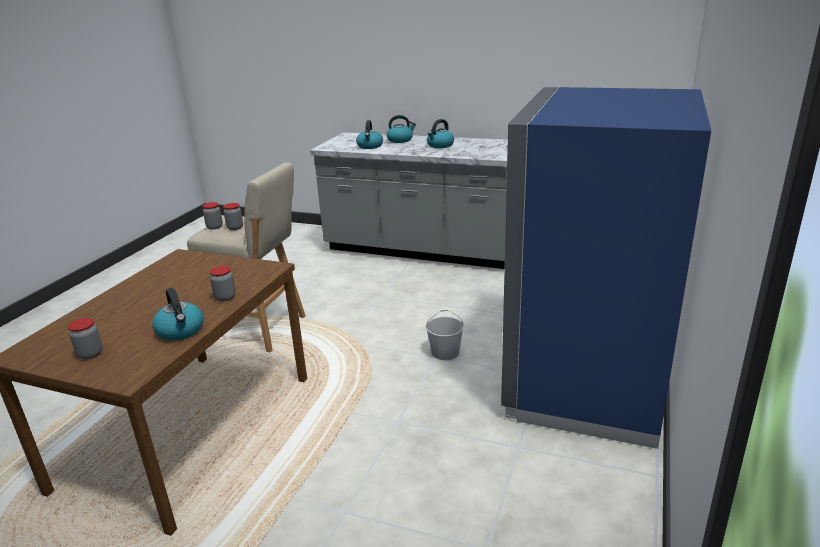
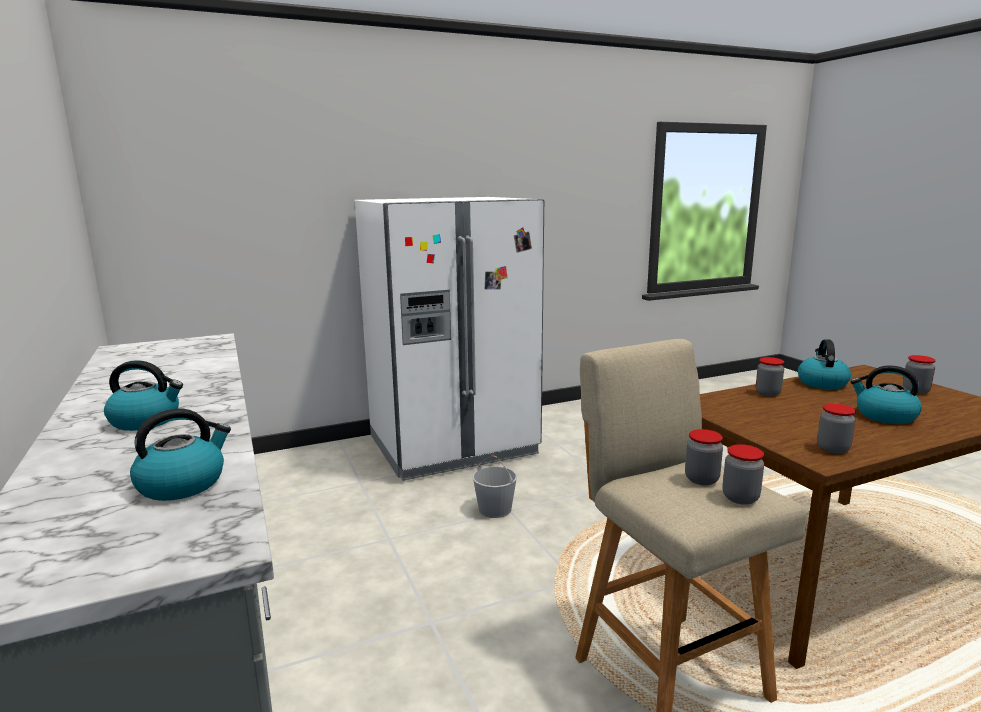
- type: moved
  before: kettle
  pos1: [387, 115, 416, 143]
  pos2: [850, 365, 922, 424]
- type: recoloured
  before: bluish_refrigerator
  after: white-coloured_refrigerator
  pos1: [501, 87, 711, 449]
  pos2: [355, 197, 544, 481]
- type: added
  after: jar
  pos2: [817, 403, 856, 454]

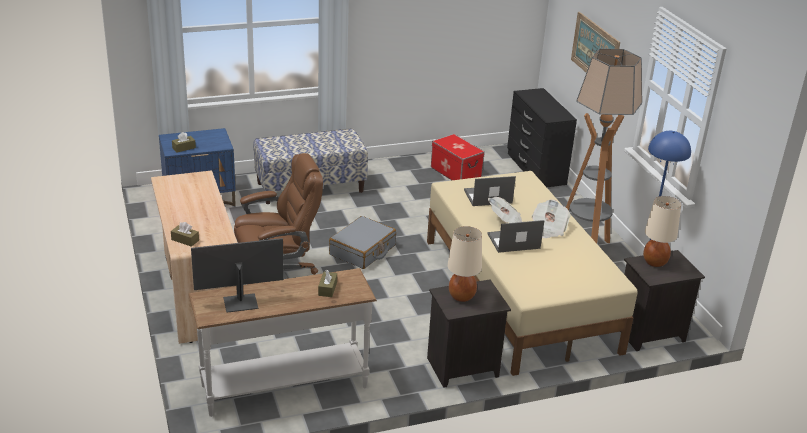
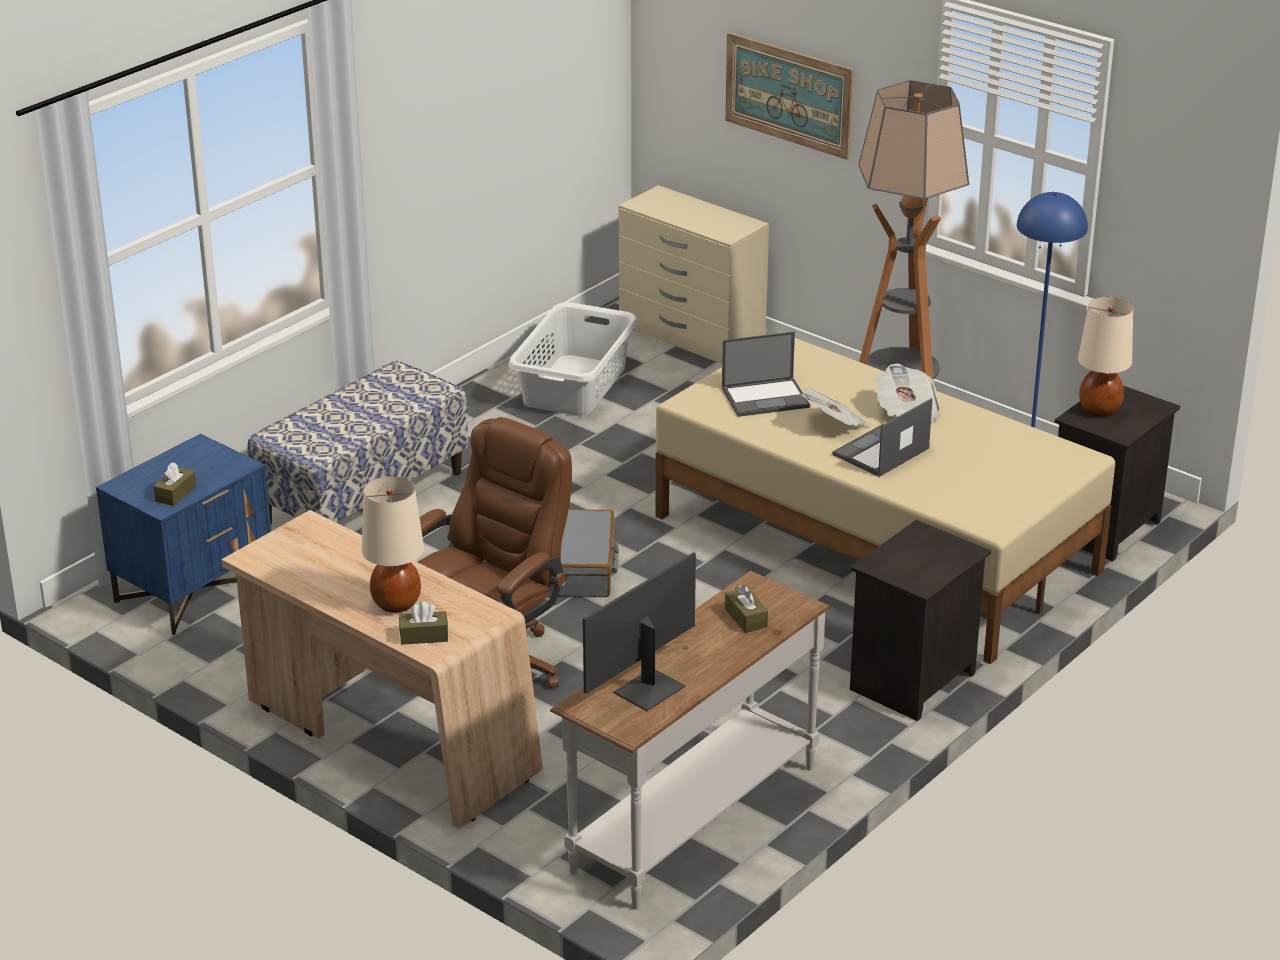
- type: replaced
  before: storage_container
  after: white-coloured_laundry_basket
  pos1: [431, 134, 485, 180]
  pos2: [508, 302, 638, 416]
- type: moved
  before: beige-coloured_tabletop_lamp
  pos1: [447, 226, 482, 302]
  pos2: [362, 476, 424, 613]
- type: turned
  before: notebook_computer
  pos1: [464, 176, 516, 206]
  pos2: [722, 331, 810, 417]
  turn: -150
- type: recoloured
  before: black_chest_of_drawers
  after: beige-coloured_chest_of_drawers
  pos1: [507, 88, 577, 187]
  pos2: [619, 185, 769, 364]

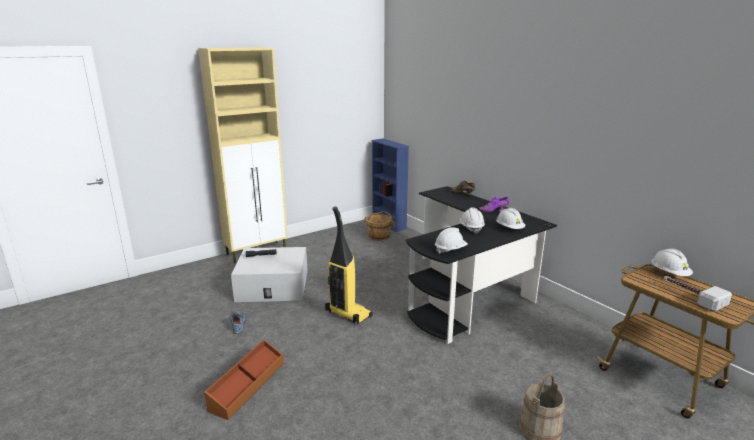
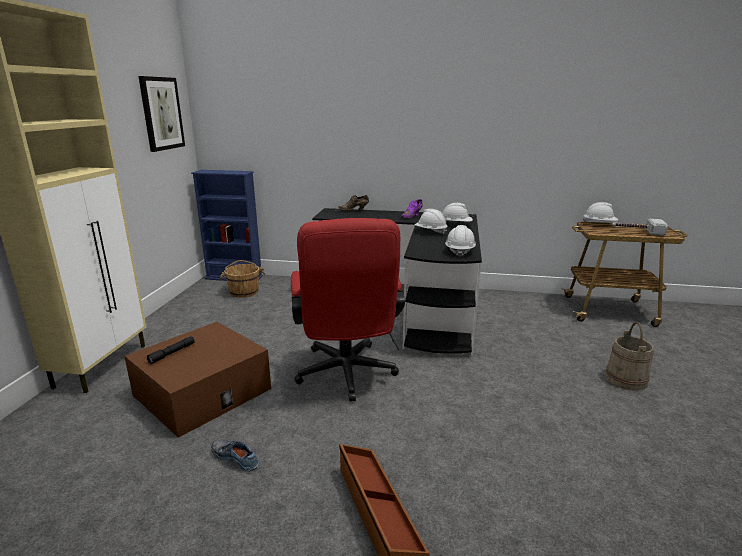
- type: recoloured
  before: white-coloured_storage_container
  after: brown_storage_container
  pos1: [231, 247, 308, 302]
  pos2: [124, 322, 271, 438]
- type: replaced
  before: vacuum_cleaner
  after: red_office_chair
  pos1: [325, 207, 373, 325]
  pos2: [291, 218, 405, 402]
- type: added
  after: wall_art
  pos2: [138, 76, 185, 152]

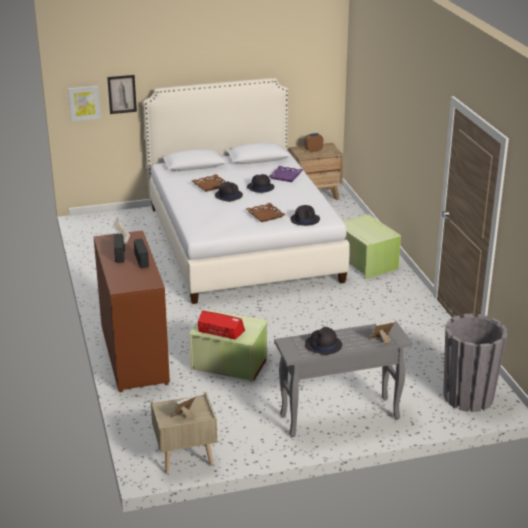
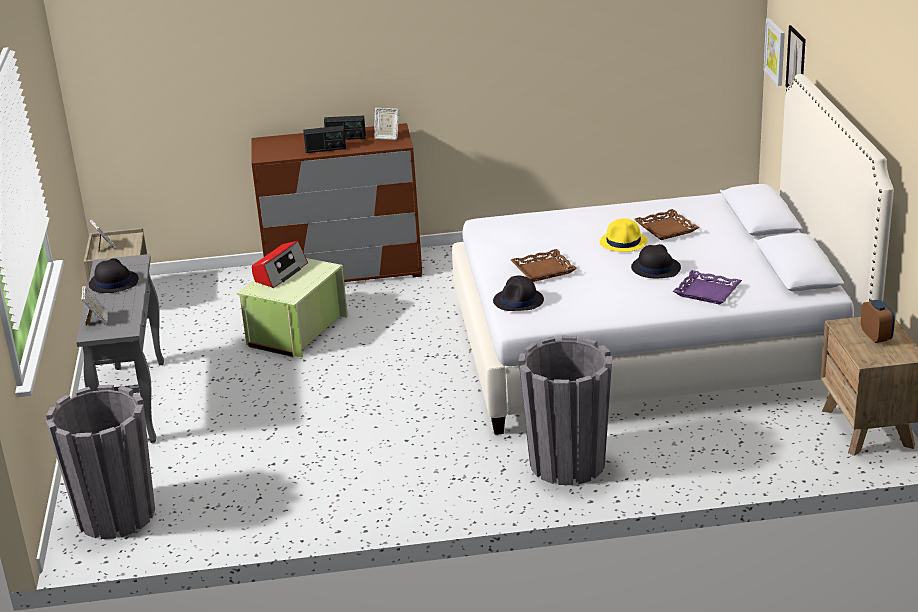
- type: recoloured
  before: black_hat
  after: yellowish_hat
  pos1: [215, 181, 243, 202]
  pos2: [600, 218, 648, 252]
- type: replaced
  before: green-coloured_storage_container
  after: gray_flower_pot
  pos1: [343, 214, 401, 279]
  pos2: [519, 335, 612, 485]

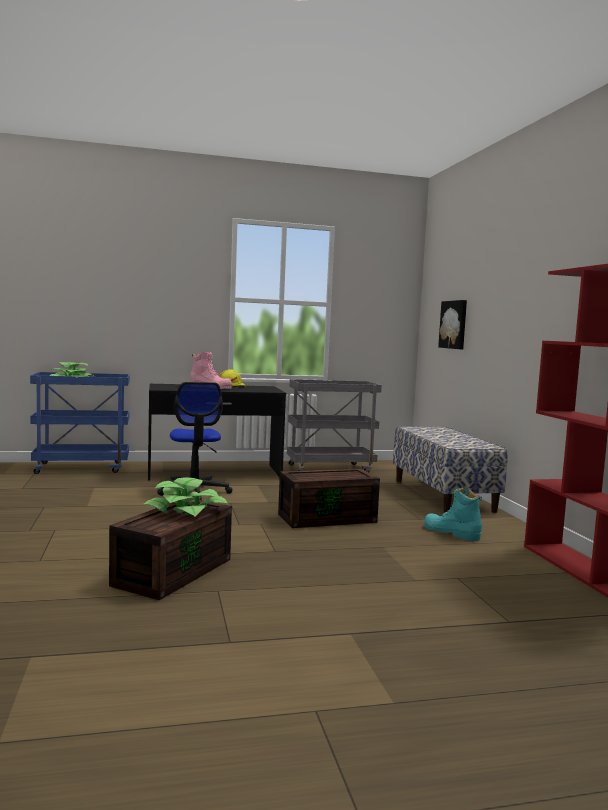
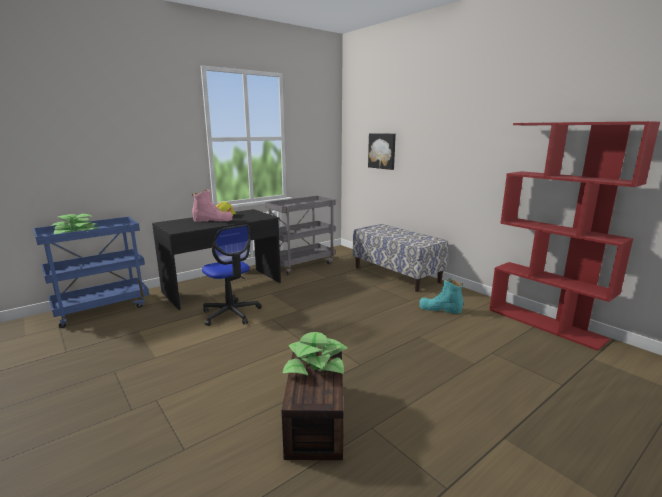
- type: removed
  before: brown_storage_container
  pos1: [278, 469, 380, 528]

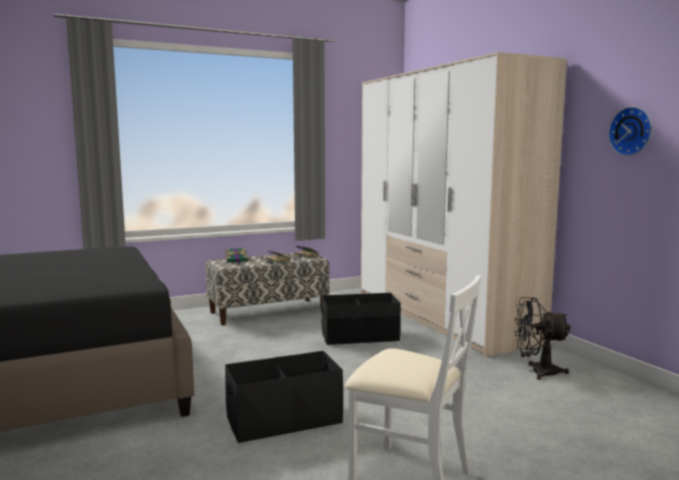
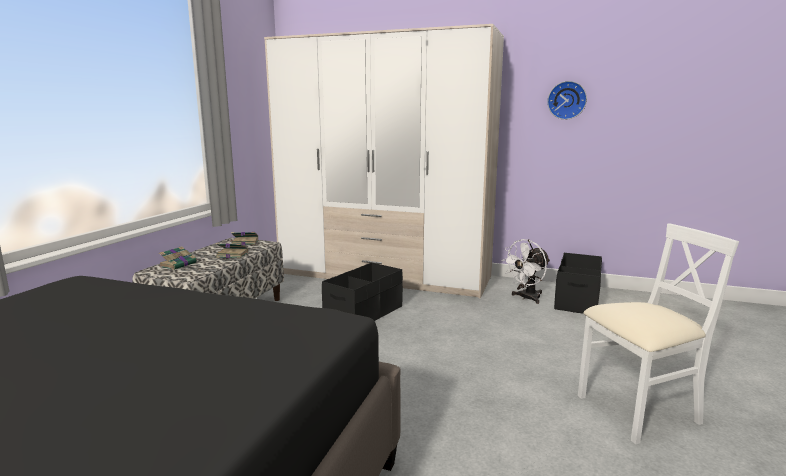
- type: moved
  before: black_storage_container
  pos1: [225, 351, 343, 443]
  pos2: [554, 253, 602, 314]
- type: recoloured
  before: black_electric_fan
  after: white-coloured_electric_fan
  pos1: [515, 297, 570, 380]
  pos2: [501, 239, 550, 304]

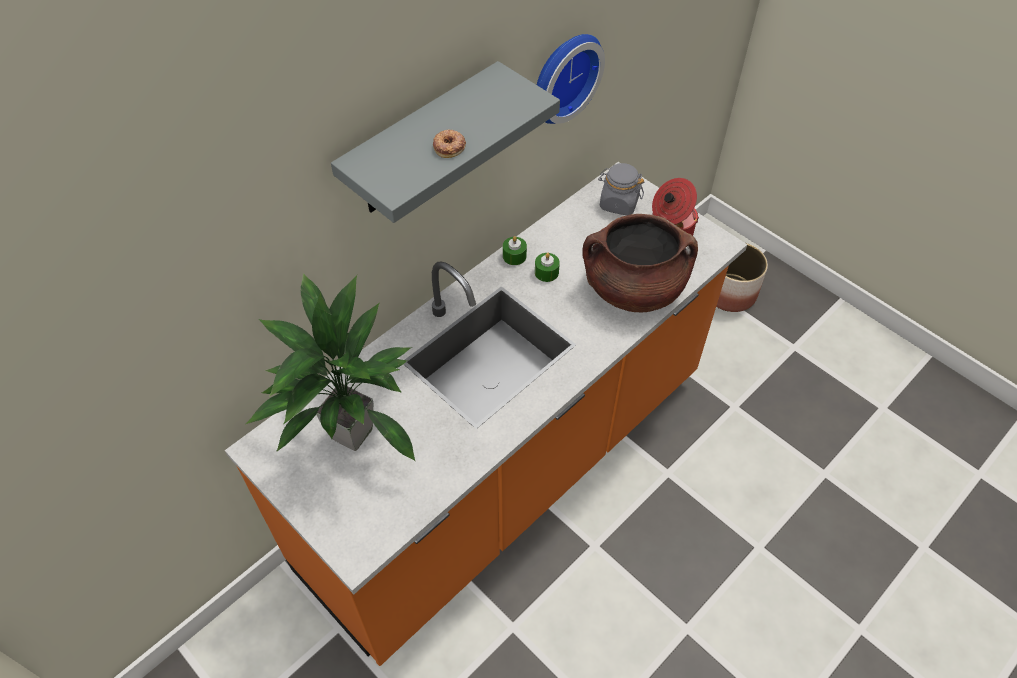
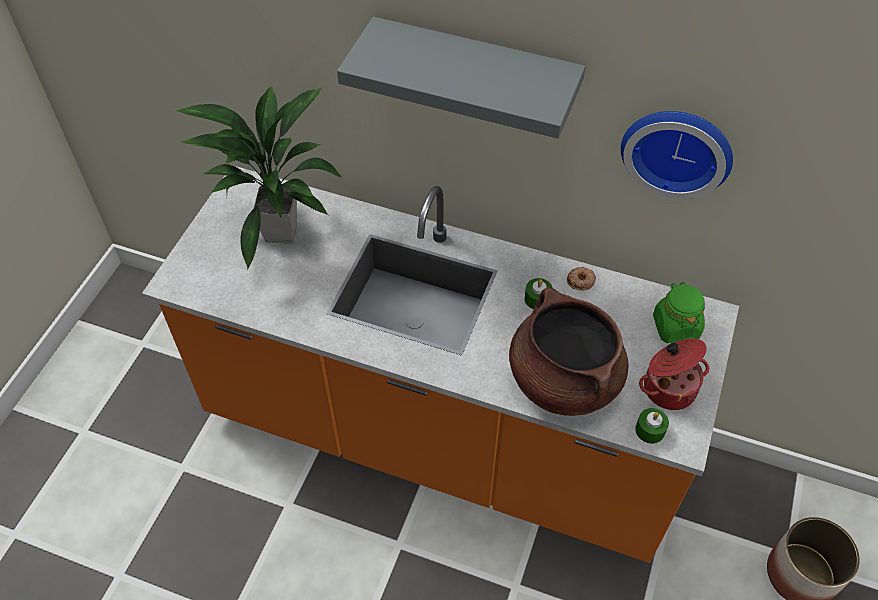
- type: moved
  before: ring_doughnut
  pos1: [433, 129, 466, 158]
  pos2: [567, 267, 596, 291]
- type: moved
  before: green-coloured_candle
  pos1: [503, 236, 527, 265]
  pos2: [635, 408, 669, 444]
- type: recoloured
  before: gray_jar
  after: green-coloured_jar
  pos1: [598, 163, 644, 215]
  pos2: [653, 282, 705, 343]

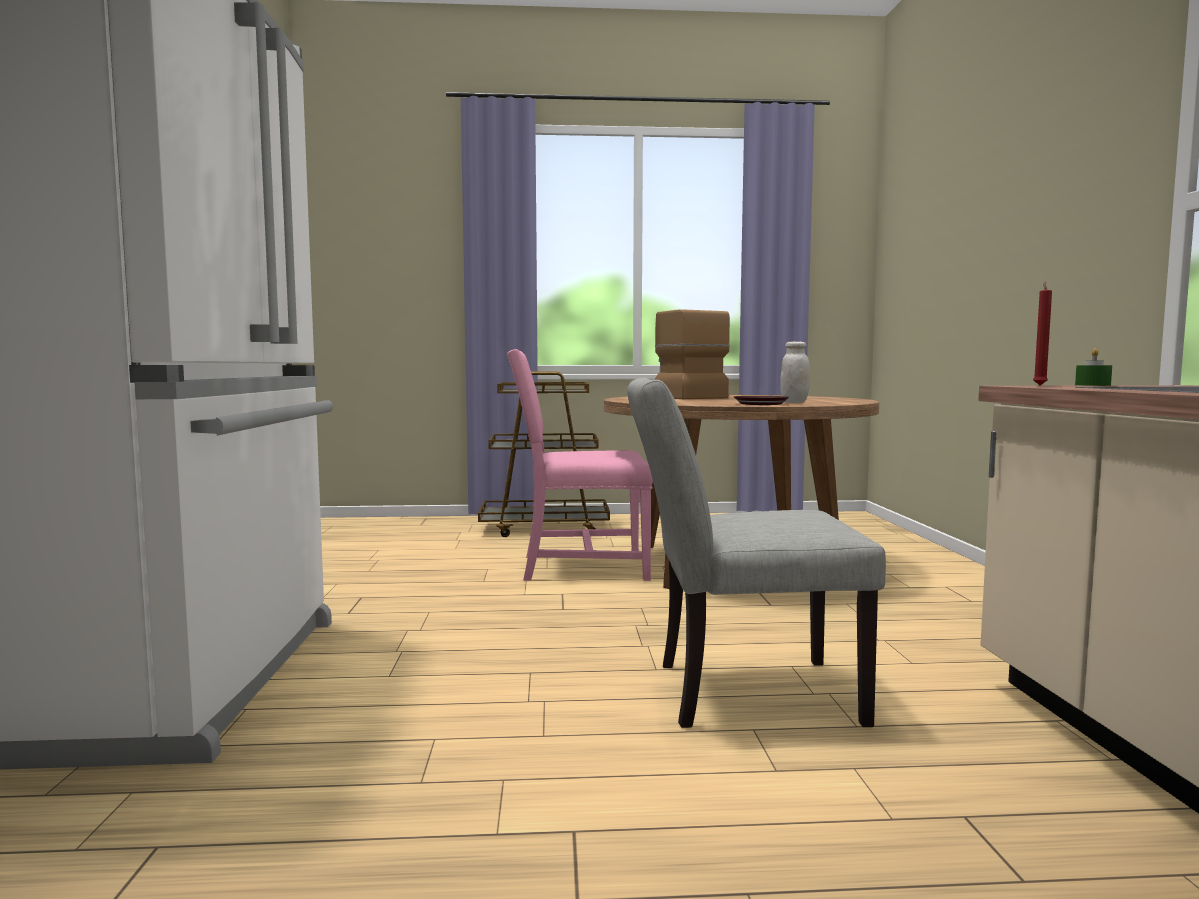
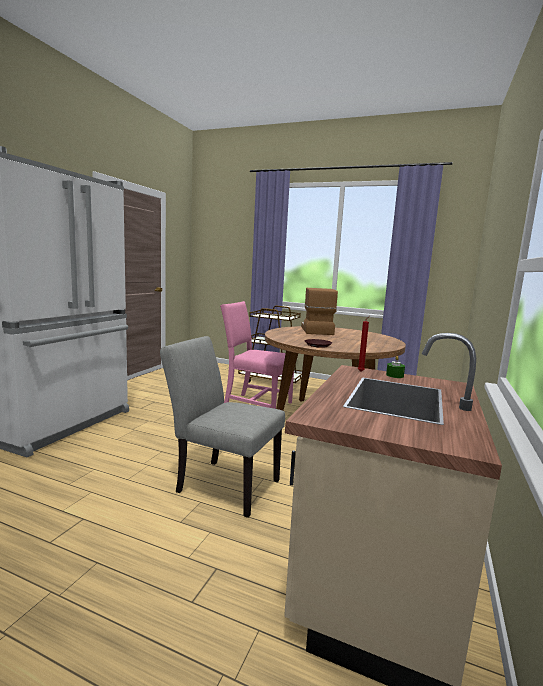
- type: removed
  before: white-coloured_jar
  pos1: [780, 342, 810, 403]

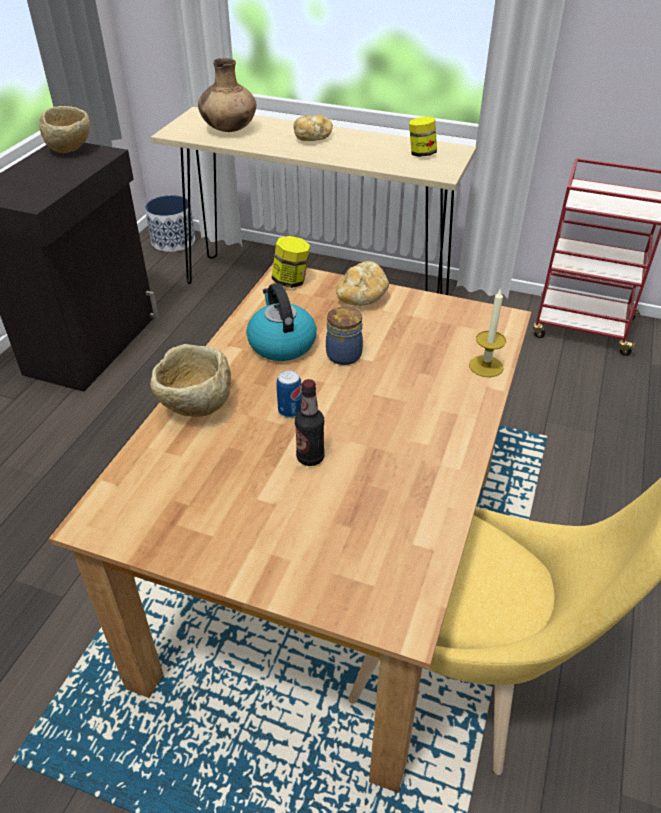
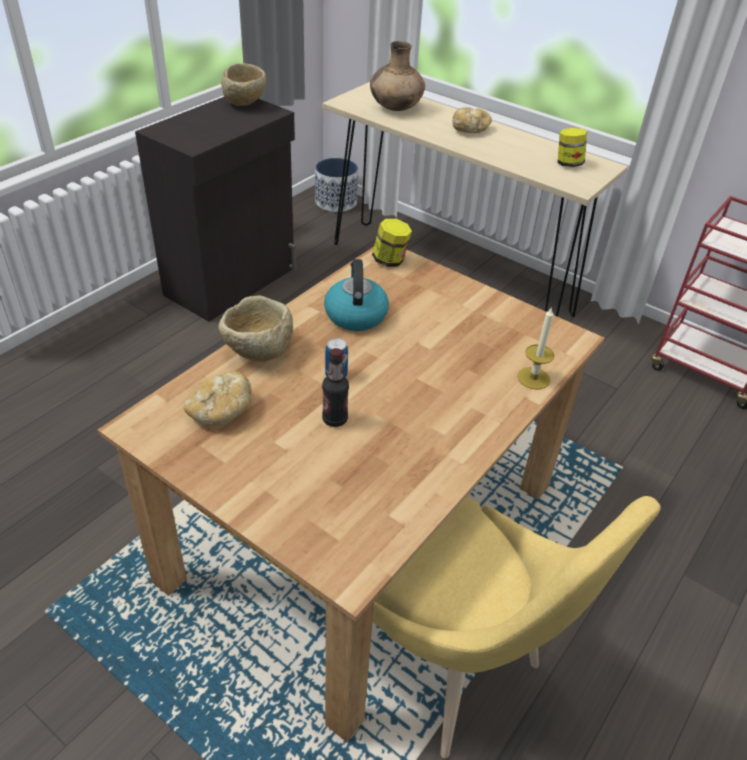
- type: removed
  before: jar
  pos1: [326, 306, 363, 365]
- type: moved
  before: baked_bread
  pos1: [336, 261, 389, 306]
  pos2: [184, 371, 252, 425]

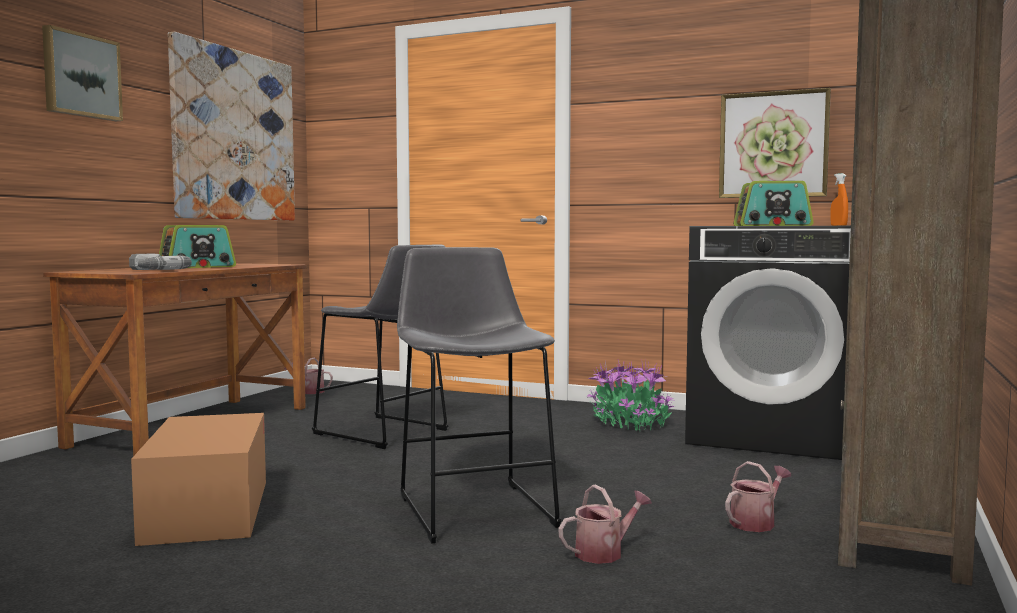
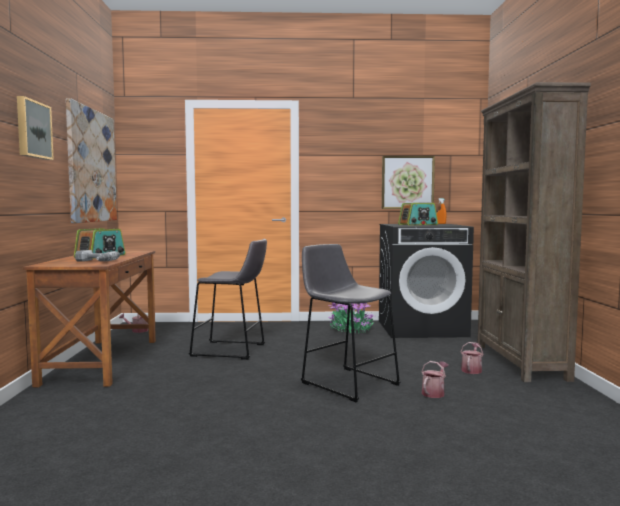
- type: removed
  before: carton
  pos1: [131, 413, 266, 546]

